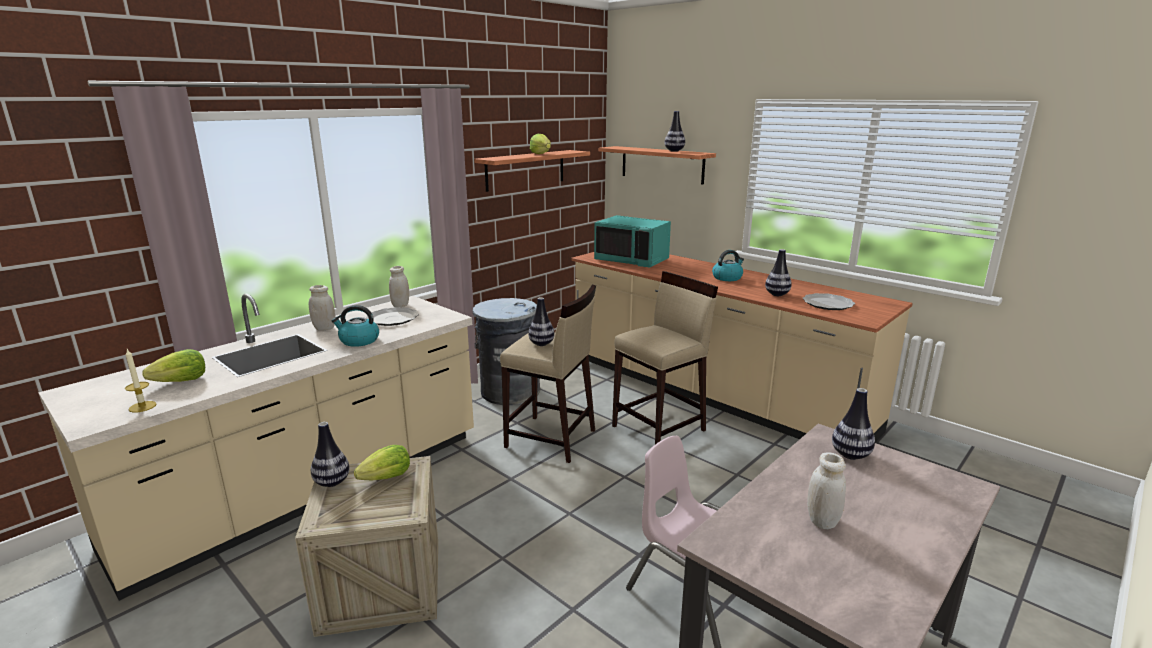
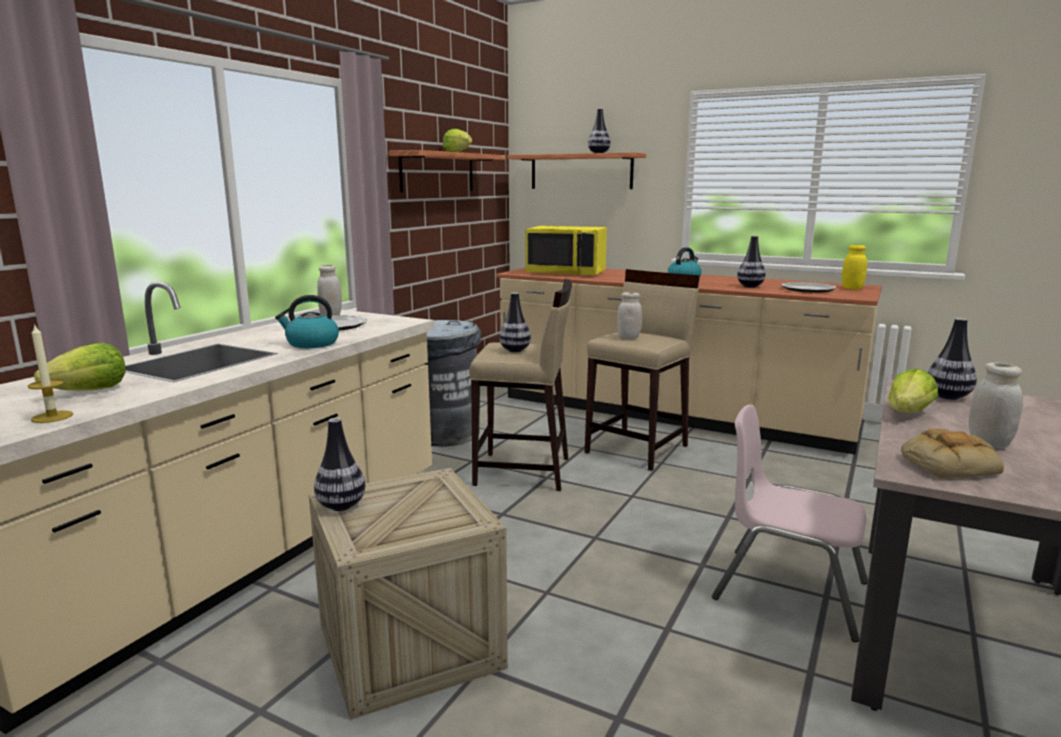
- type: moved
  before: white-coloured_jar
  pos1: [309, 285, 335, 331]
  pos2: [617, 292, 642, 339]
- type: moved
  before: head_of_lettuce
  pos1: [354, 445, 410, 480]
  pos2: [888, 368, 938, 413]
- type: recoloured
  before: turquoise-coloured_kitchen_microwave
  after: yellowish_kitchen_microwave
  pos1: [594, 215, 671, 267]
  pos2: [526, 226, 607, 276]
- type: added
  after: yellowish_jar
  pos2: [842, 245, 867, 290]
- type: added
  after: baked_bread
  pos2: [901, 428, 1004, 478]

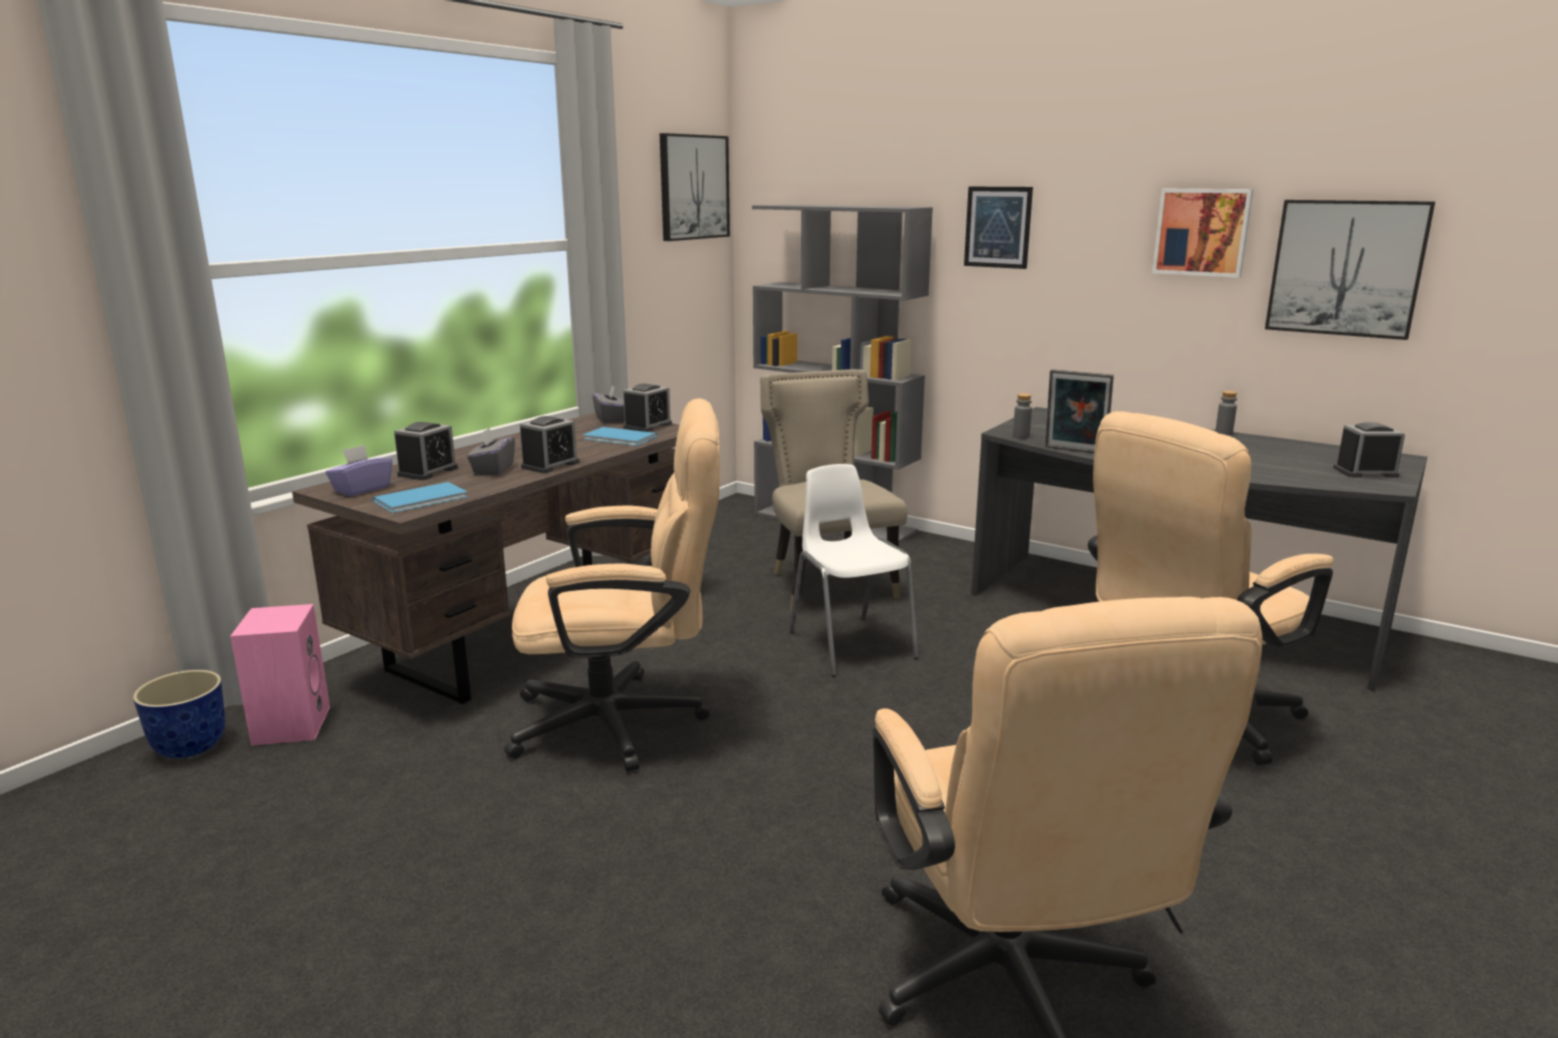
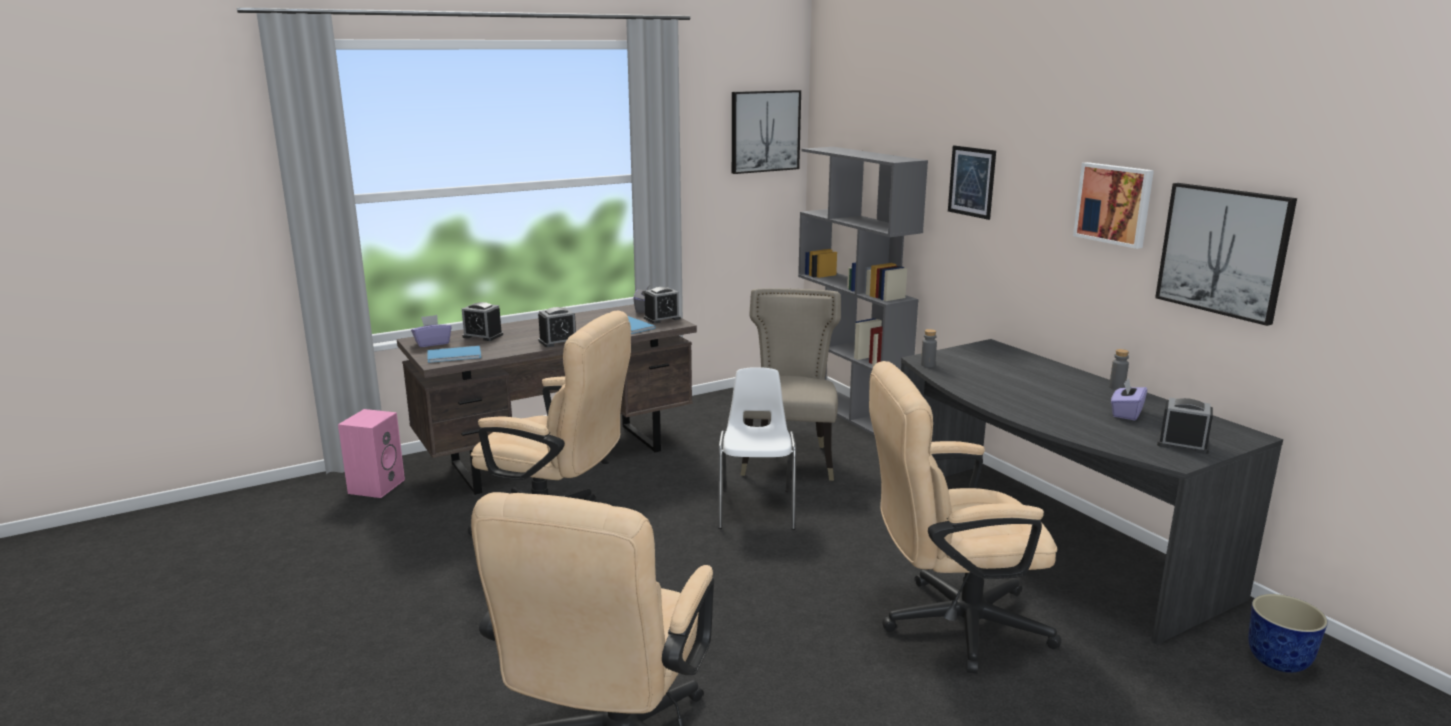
- type: moved
  before: flower_pot
  pos1: [133, 670, 225, 758]
  pos2: [1248, 594, 1328, 673]
- type: turned
  before: table_clock
  pos1: [394, 422, 458, 480]
  pos2: [462, 302, 503, 341]
  turn: 60
- type: removed
  before: gray_box_of_tissues
  pos1: [467, 428, 515, 475]
- type: removed
  before: photo_frame
  pos1: [1045, 369, 1114, 453]
- type: added
  after: purplish_box_of_tissues
  pos2: [1111, 378, 1148, 421]

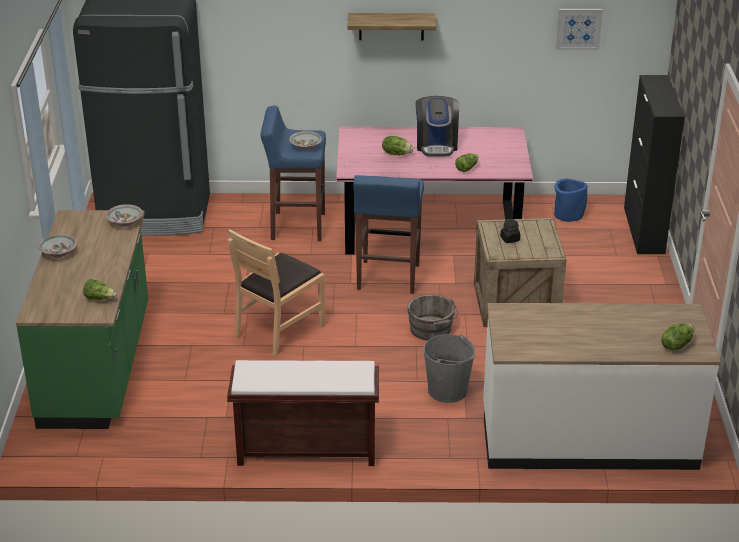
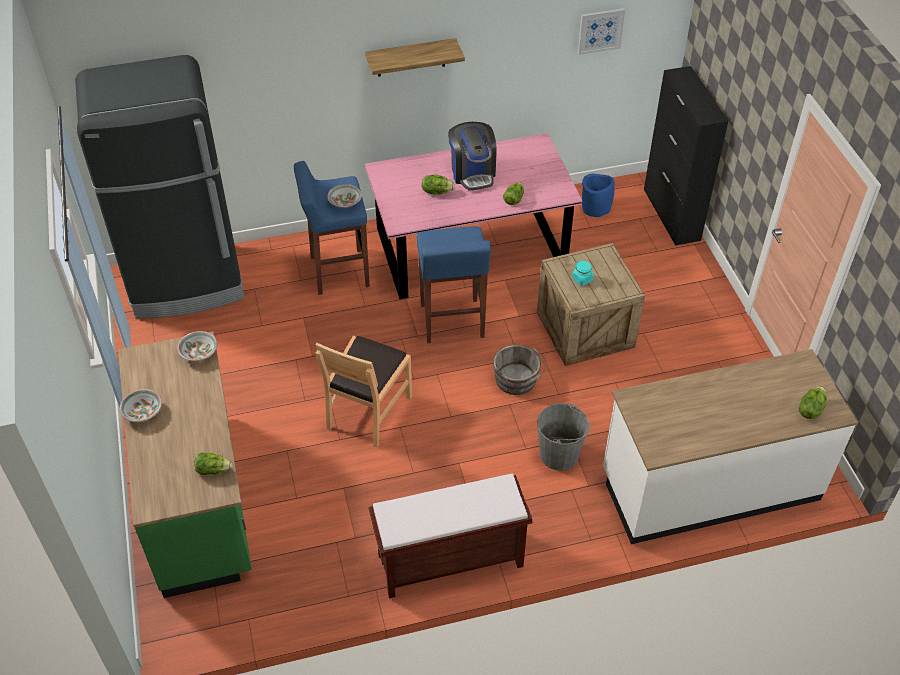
- type: recoloured
  before: black_jar
  after: turquoise-coloured_jar
  pos1: [500, 219, 520, 243]
  pos2: [572, 260, 593, 286]

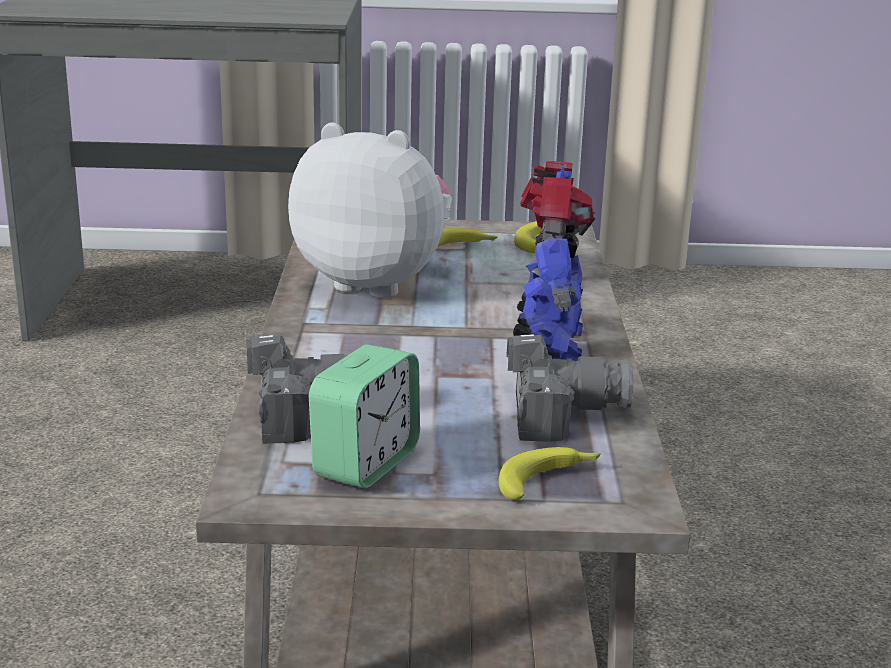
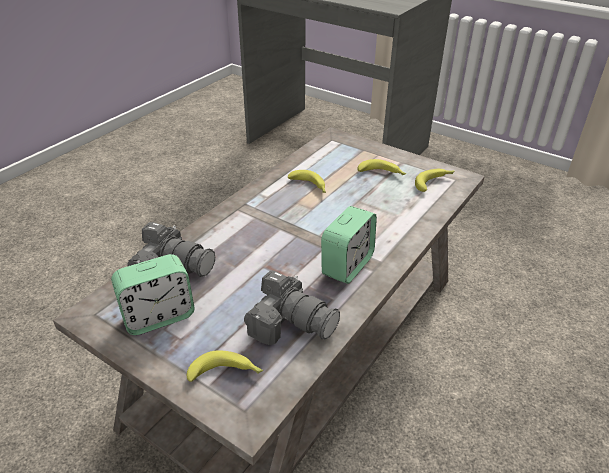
- type: replaced
  before: cuddly_toy
  after: banana
  pos1: [288, 122, 452, 298]
  pos2: [288, 170, 326, 193]
- type: replaced
  before: toy_robot
  after: table_clock
  pos1: [513, 161, 596, 361]
  pos2: [321, 206, 377, 284]

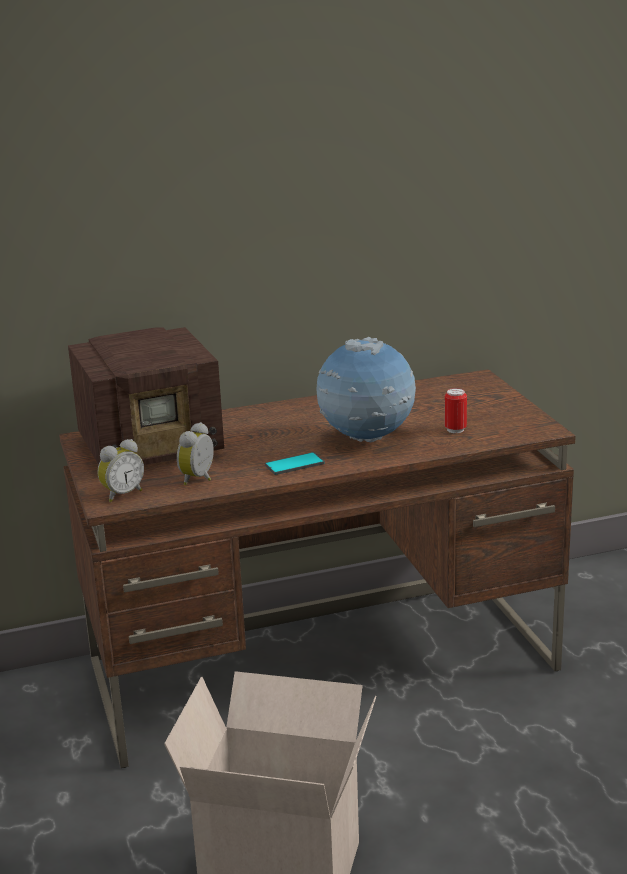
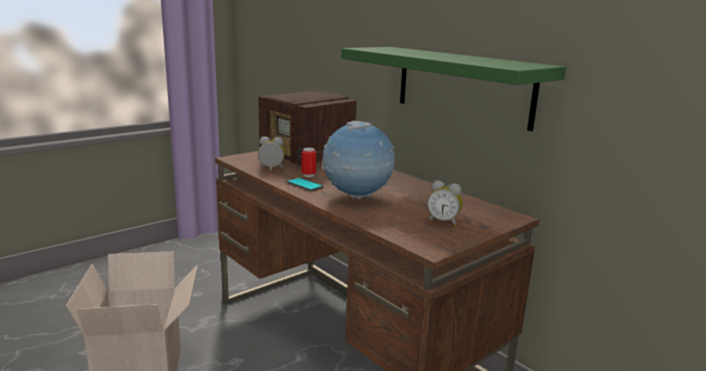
- type: moved
  before: table_clock
  pos1: [98, 439, 144, 502]
  pos2: [427, 180, 463, 226]
- type: moved
  before: sealed_can
  pos1: [445, 388, 467, 433]
  pos2: [302, 148, 316, 177]
- type: added
  after: green-coloured_shelf
  pos2: [341, 47, 566, 131]

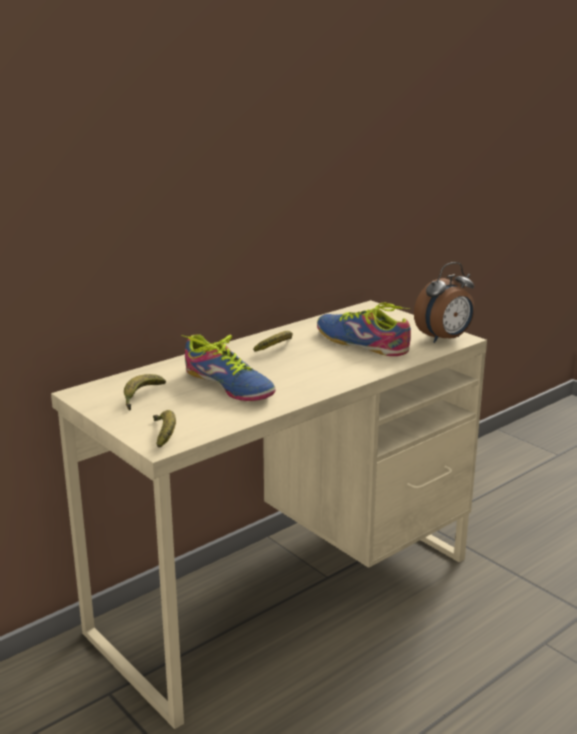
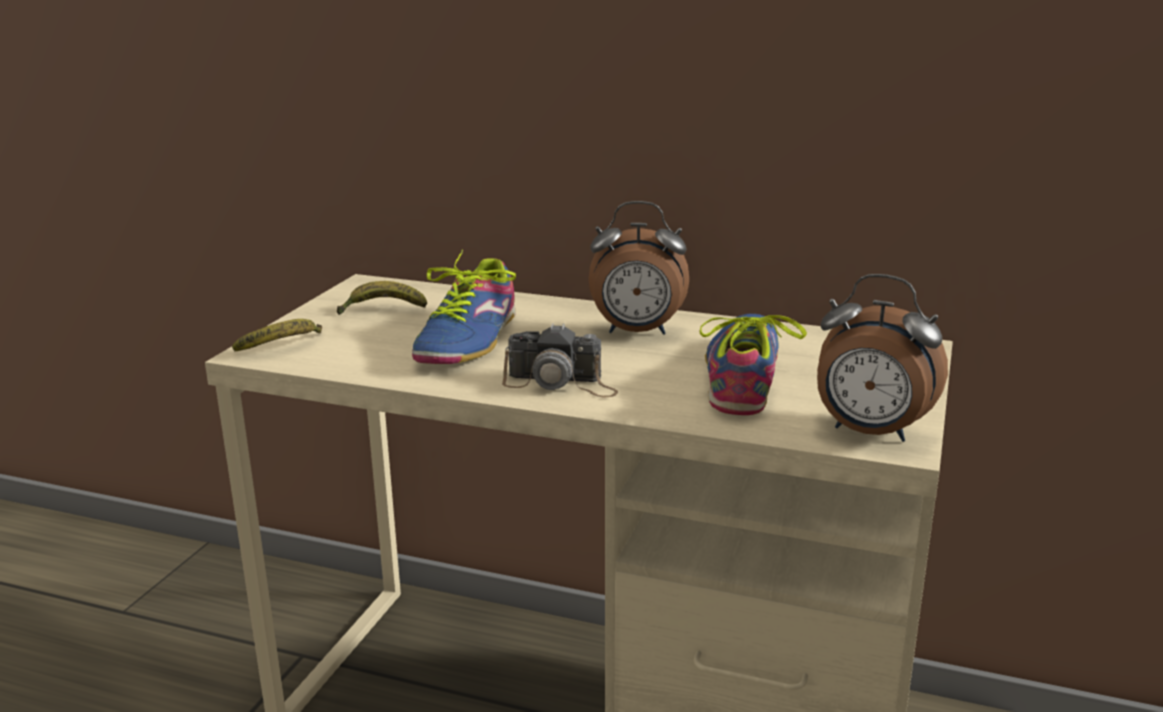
- type: replaced
  before: banana
  after: table_clock
  pos1: [253, 331, 293, 352]
  pos2: [588, 201, 689, 335]
- type: added
  after: still_camera
  pos2: [502, 323, 618, 397]

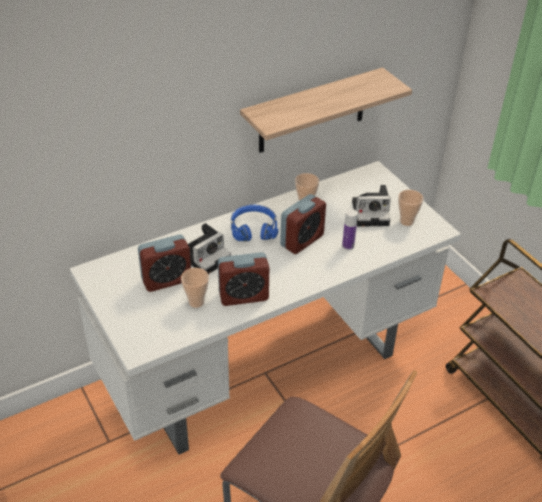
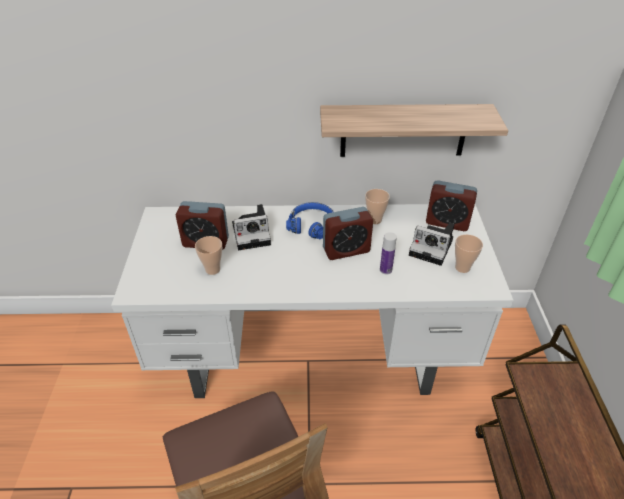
- type: moved
  before: table_clock
  pos1: [218, 252, 270, 306]
  pos2: [426, 180, 477, 231]

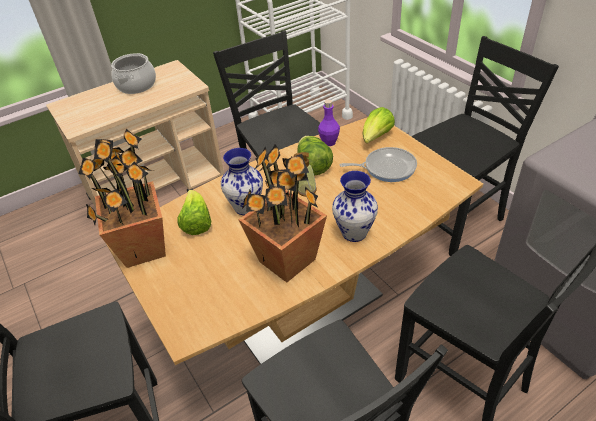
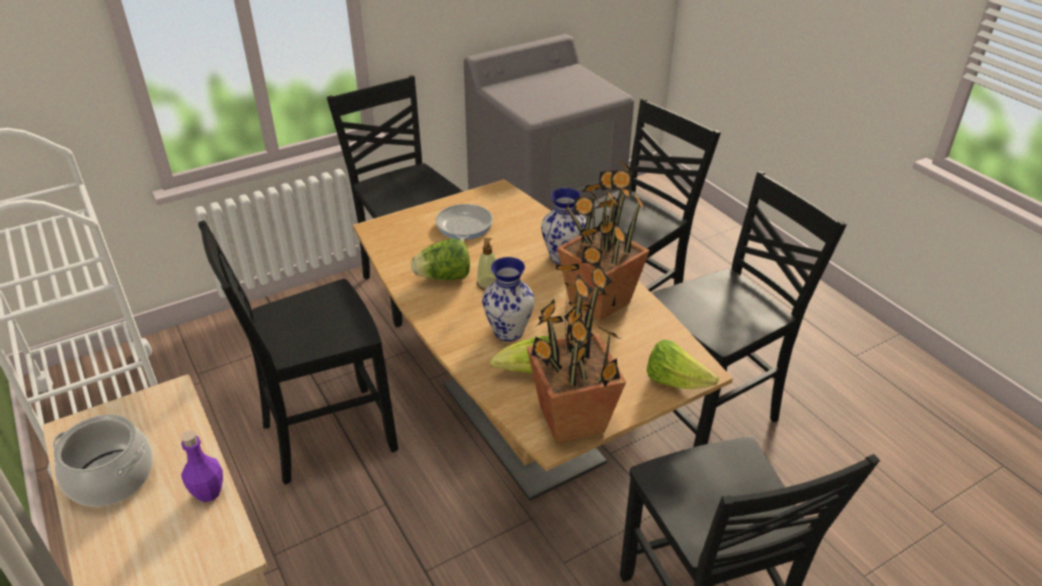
- type: moved
  before: purplish_drink_bottle
  pos1: [318, 99, 340, 146]
  pos2: [181, 431, 223, 502]
- type: moved
  before: head_of_lettuce
  pos1: [363, 107, 395, 143]
  pos2: [647, 340, 719, 389]

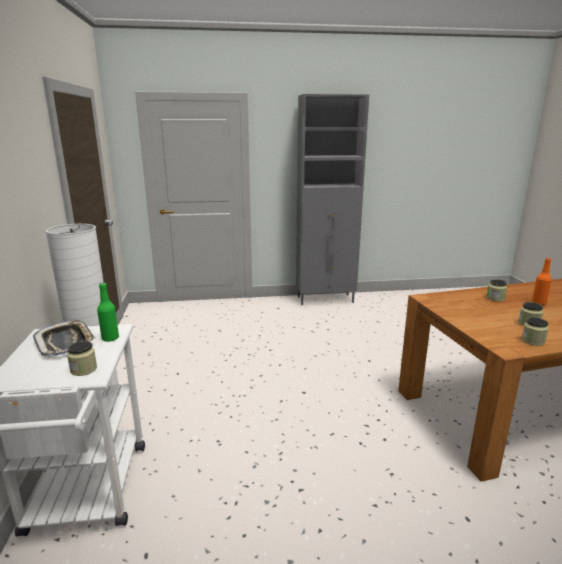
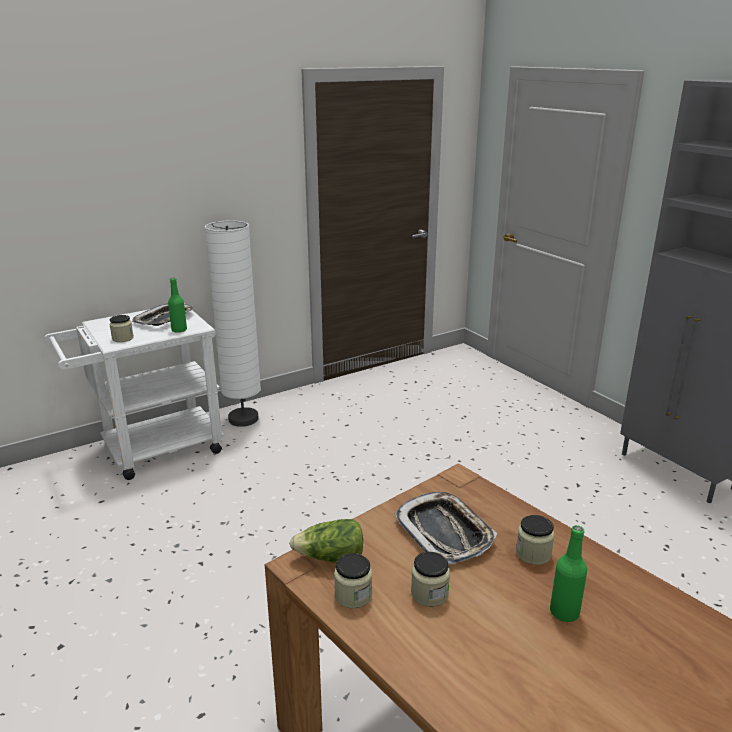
- type: recoloured
  before: orange-coloured_drink_bottle
  after: green-coloured_drink_bottle
  pos1: [532, 258, 552, 305]
  pos2: [550, 525, 587, 622]
- type: added
  after: head_of_lettuce
  pos2: [289, 519, 363, 563]
- type: added
  after: tray
  pos2: [394, 492, 498, 565]

